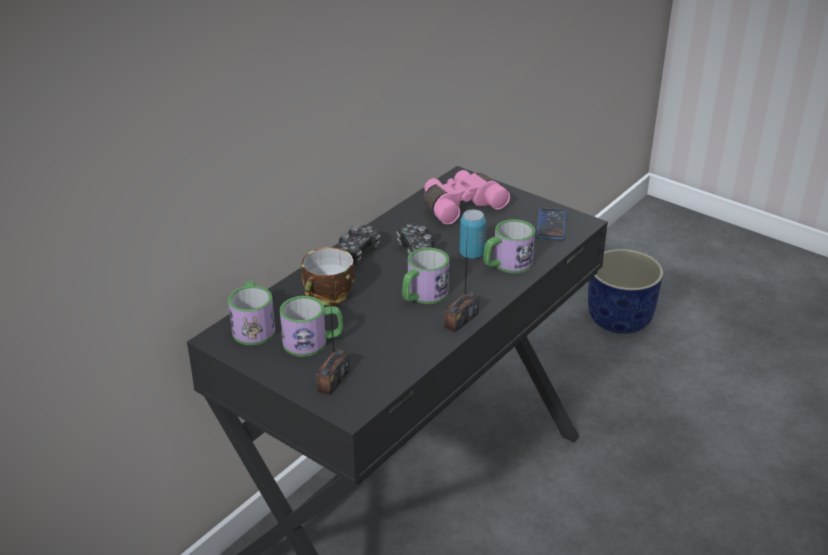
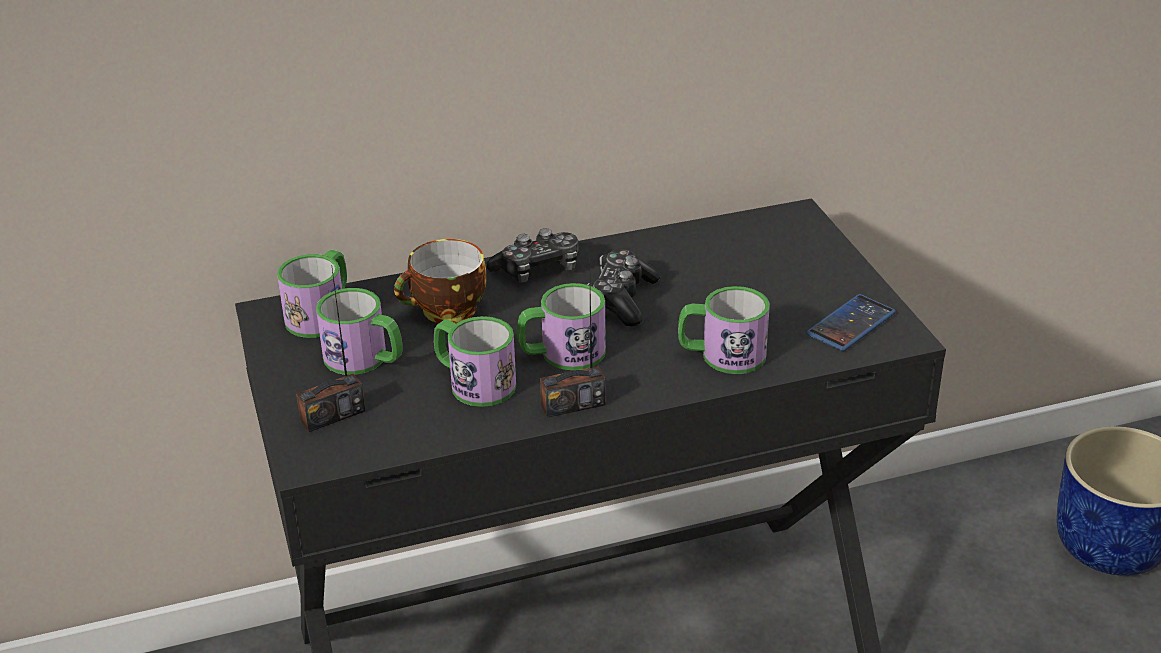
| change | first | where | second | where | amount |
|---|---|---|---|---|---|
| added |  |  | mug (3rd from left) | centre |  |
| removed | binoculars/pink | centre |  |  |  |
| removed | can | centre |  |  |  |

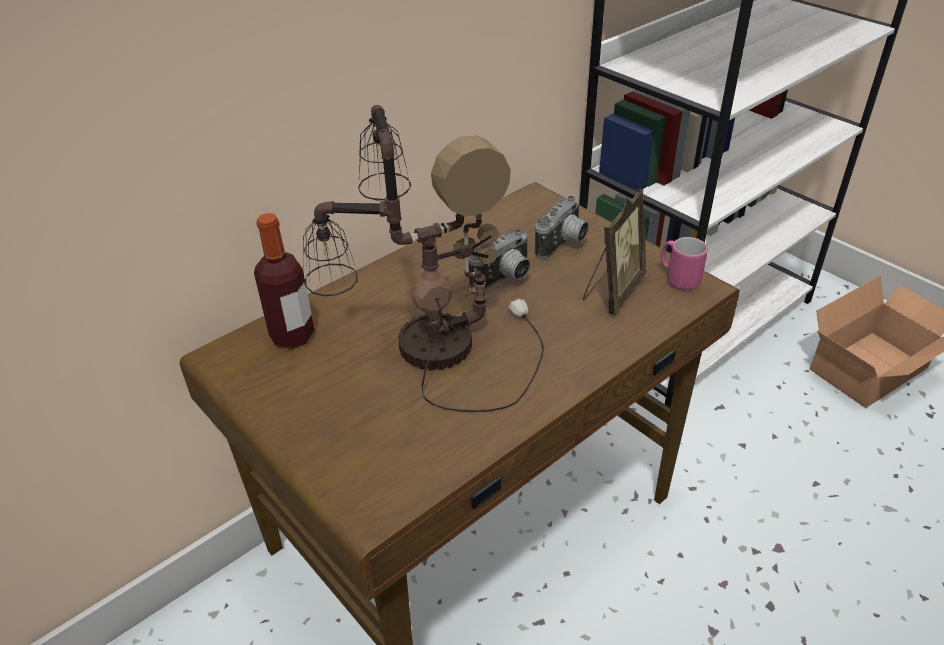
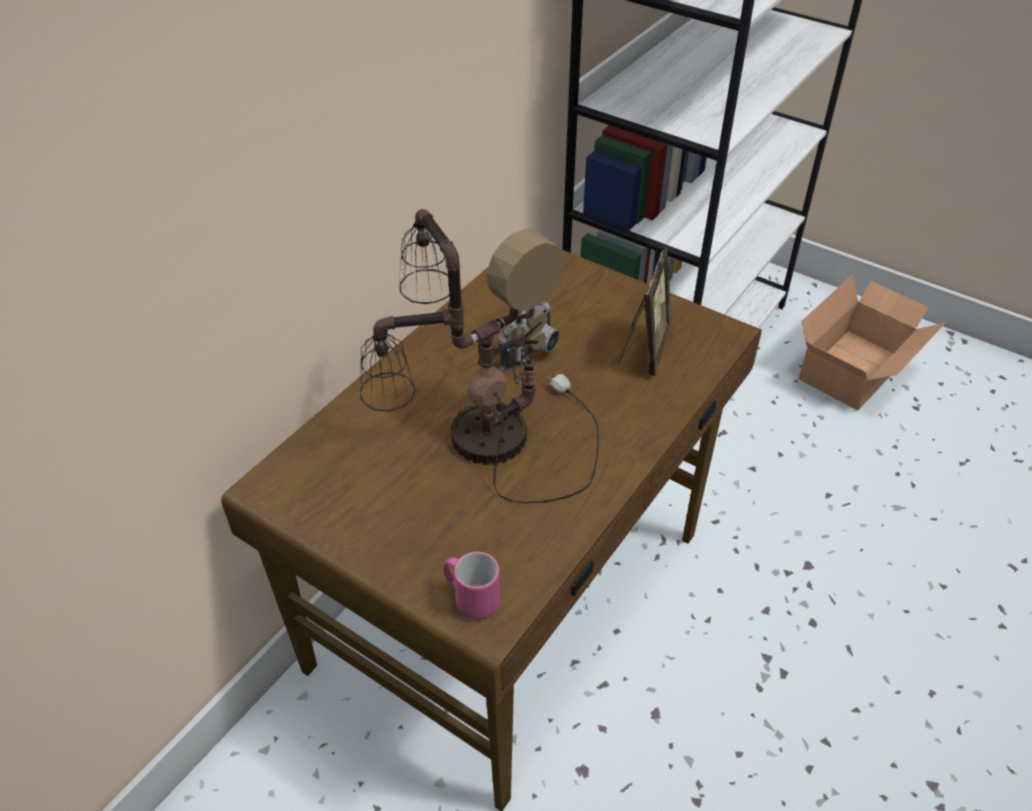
| change | first | where | second | where | amount |
|---|---|---|---|---|---|
| moved | mug/pink | middle right |  | bottom centre |  |
| removed | bottle | middle left |  |  |  |
| removed | photo camera (2nd from left) | centre |  |  |  |

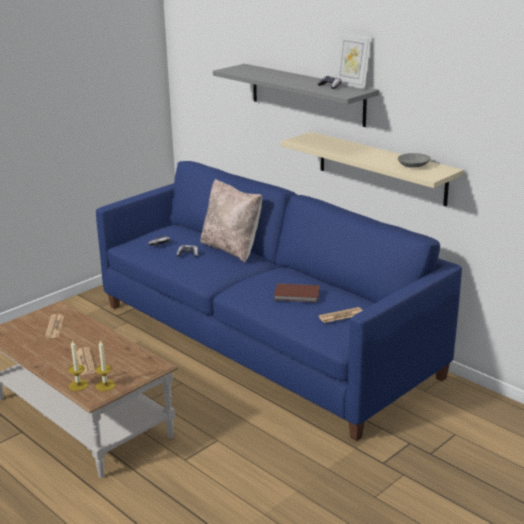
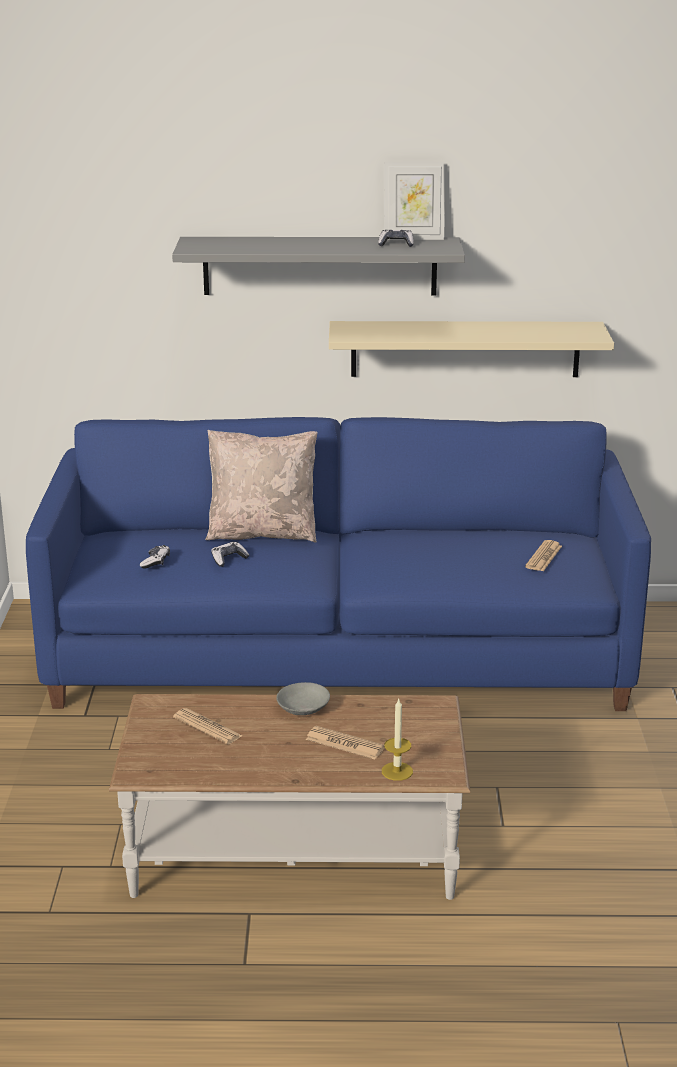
| change | first | where | second | where | amount |
|---|---|---|---|---|---|
| moved | bowl/grey | top right |  | centre |  |
| removed | candle (2nd from left) | bottom left |  |  |  |
| removed | book/brown | centre |  |  |  |

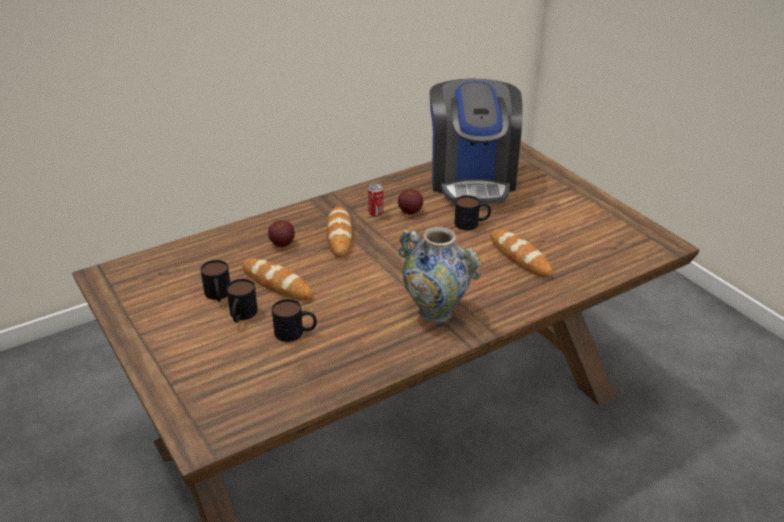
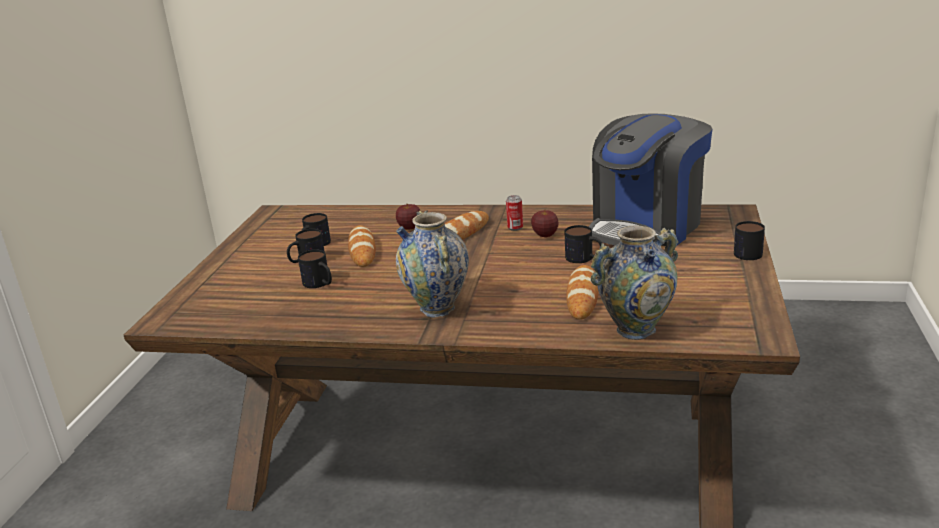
| change | first | where | second | where | amount |
|---|---|---|---|---|---|
| added |  |  | vase (2nd from left) | middle right |  |
| added |  |  | mug (5th from left) | middle right |  |

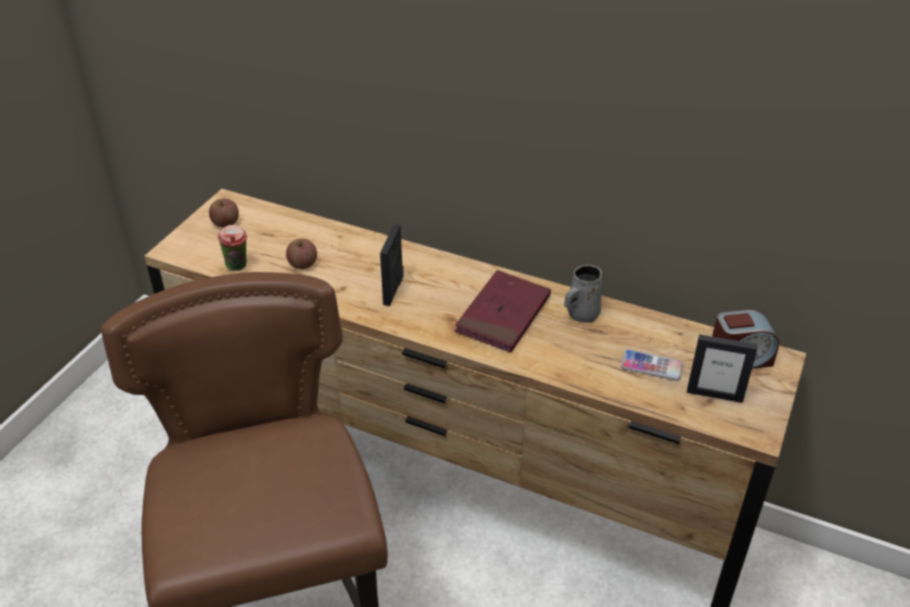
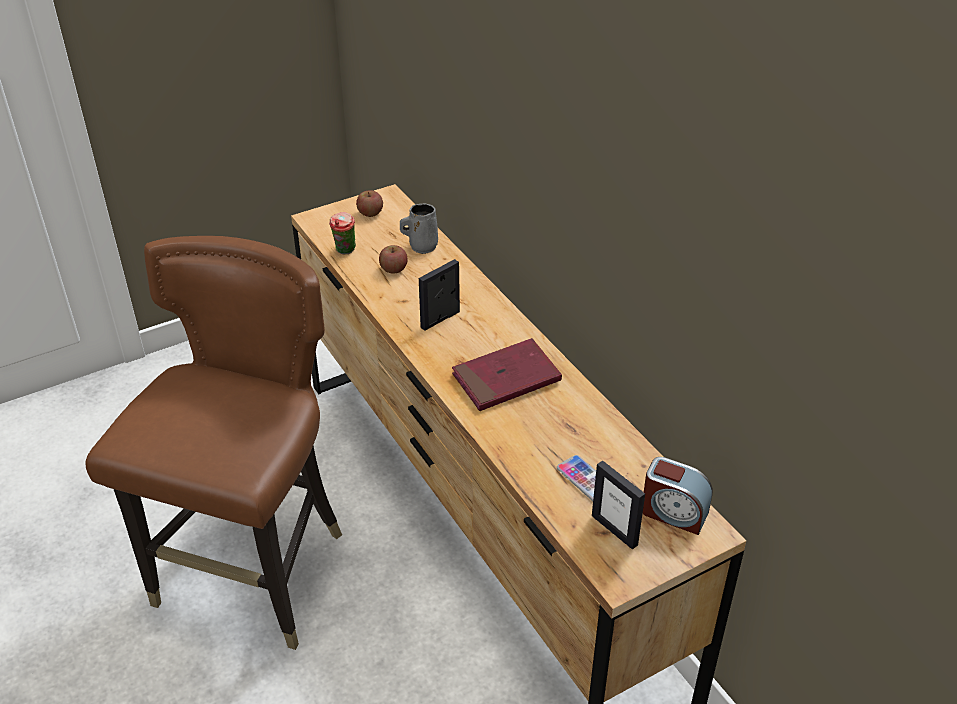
| change | first | where | second | where | amount |
|---|---|---|---|---|---|
| moved | mug/grey | centre |  | top centre |  |

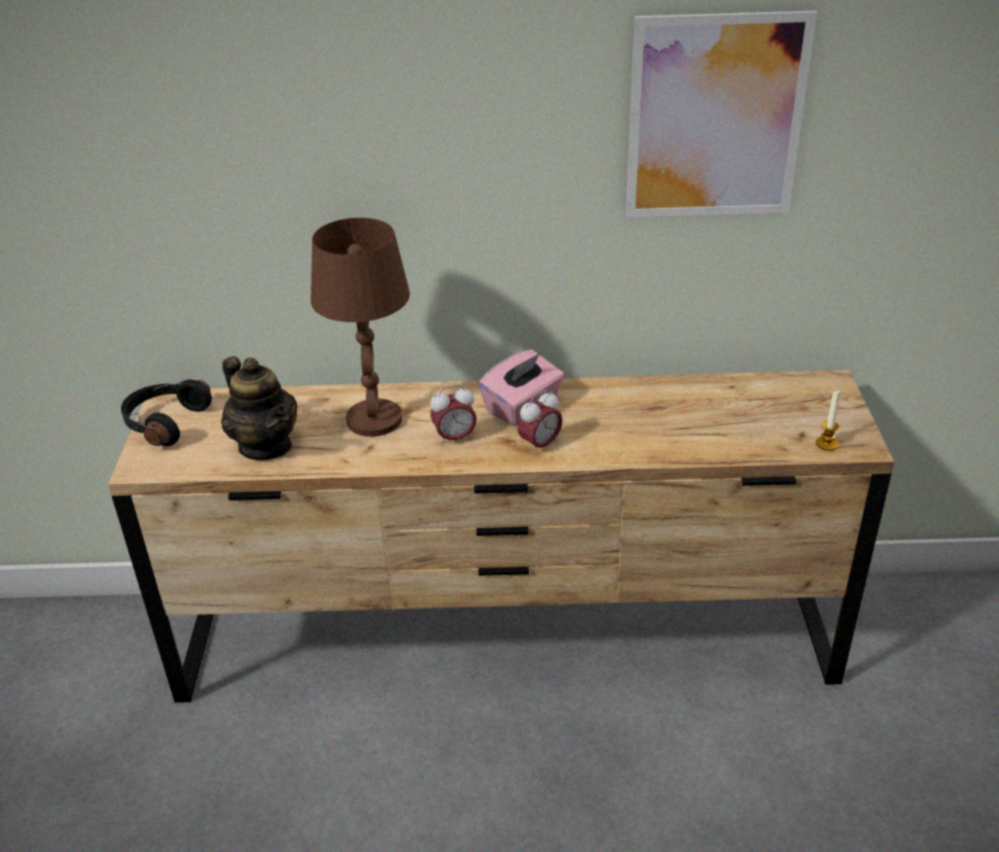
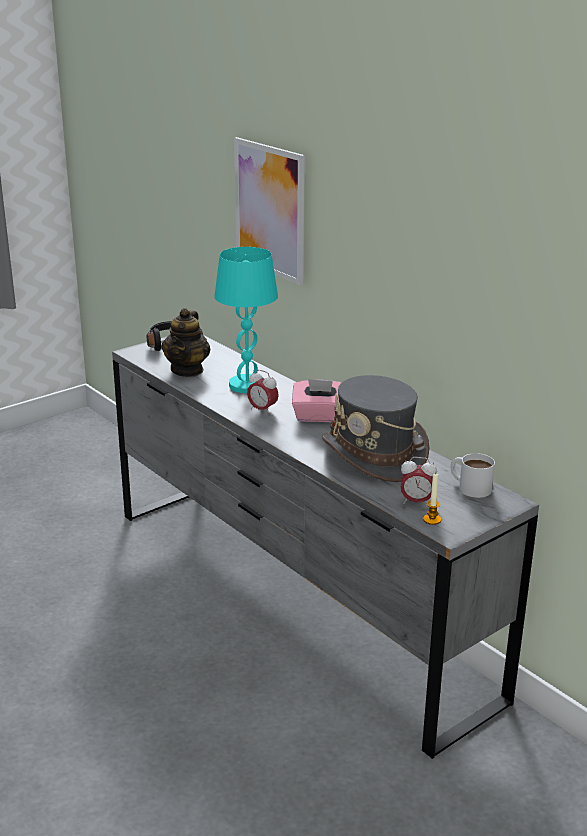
| change | first | where | second | where | amount |
|---|---|---|---|---|---|
| recoloured | dresser/brown | centre | dresser/grey | centre |  |
| recoloured | table lamp/brown | centre | table lamp/turquoise | centre |  |
| moved | picture | top right |  | top centre |  |
| added |  |  | hat/grey | centre |  |
| moved | alarm clock (2nd from left) | centre |  | middle right |  |
| added |  |  | mug/white | middle right |  |

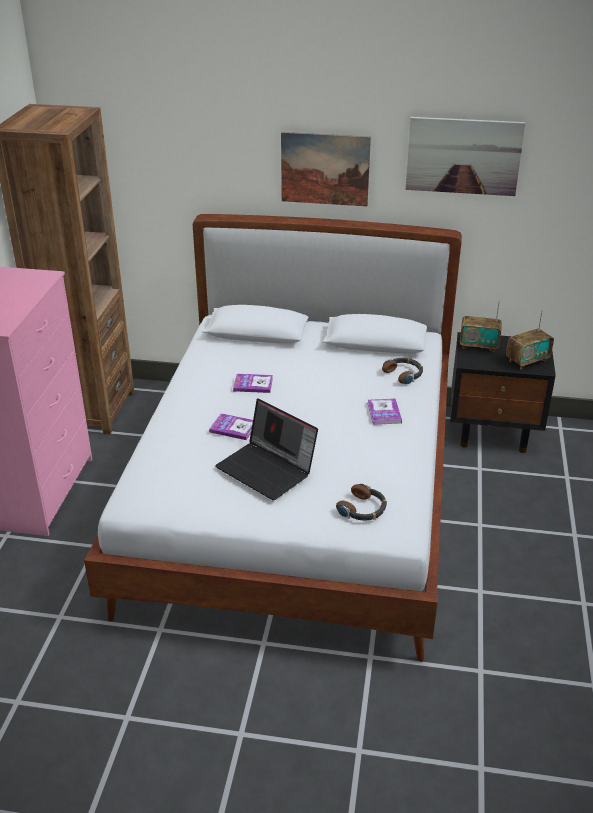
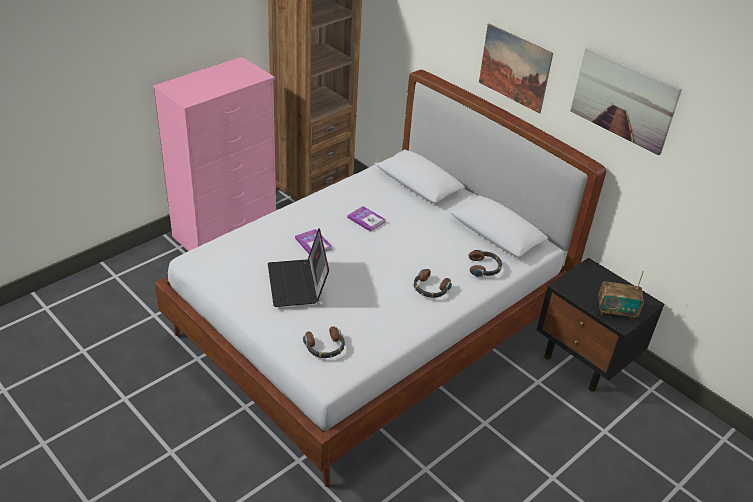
| change | first | where | second | where | amount |
|---|---|---|---|---|---|
| replaced | book (3rd from left) | centre | headphones (2nd from left) | centre |  |
| removed | radio (1st from left) | middle right |  |  |  |

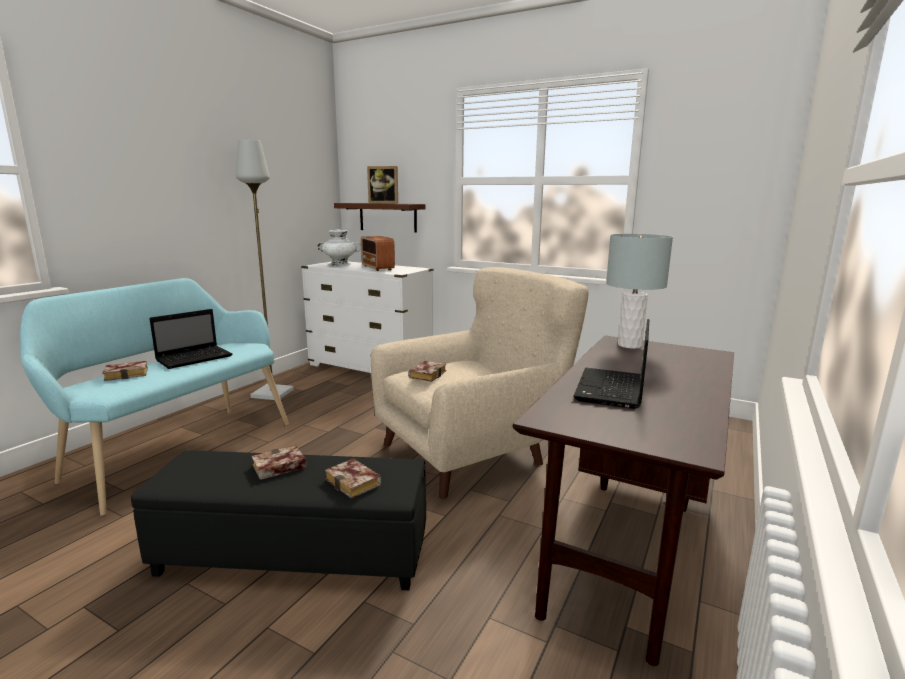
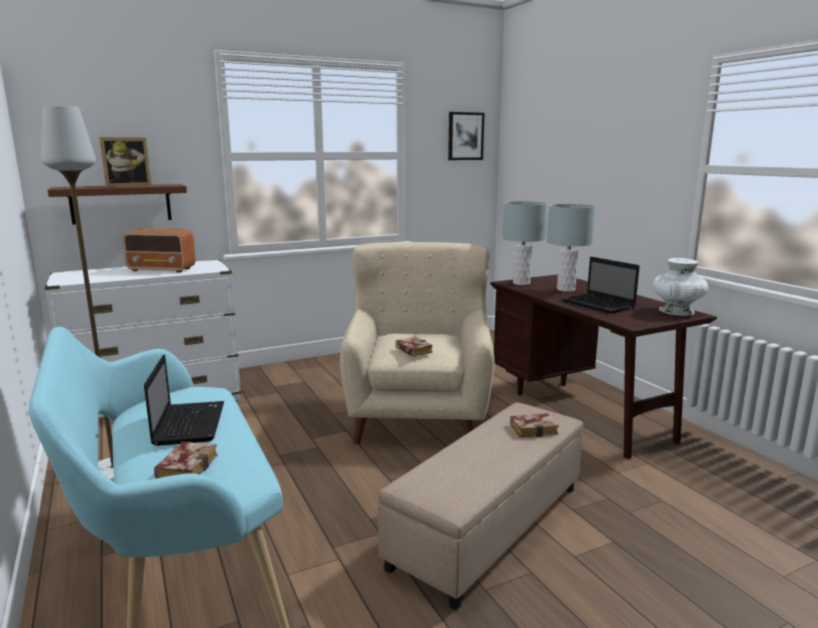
| change | first | where | second | where | amount |
|---|---|---|---|---|---|
| recoloured | ottoman/black | bottom left | ottoman/beige | bottom centre |  |
| added |  |  | picture | top centre |  |
| added |  |  | table lamp/grey (2nd from left) | middle right |  |
| moved | vase/white | centre |  | middle right |  |
| removed | book (2nd from left) | bottom left |  |  |  |

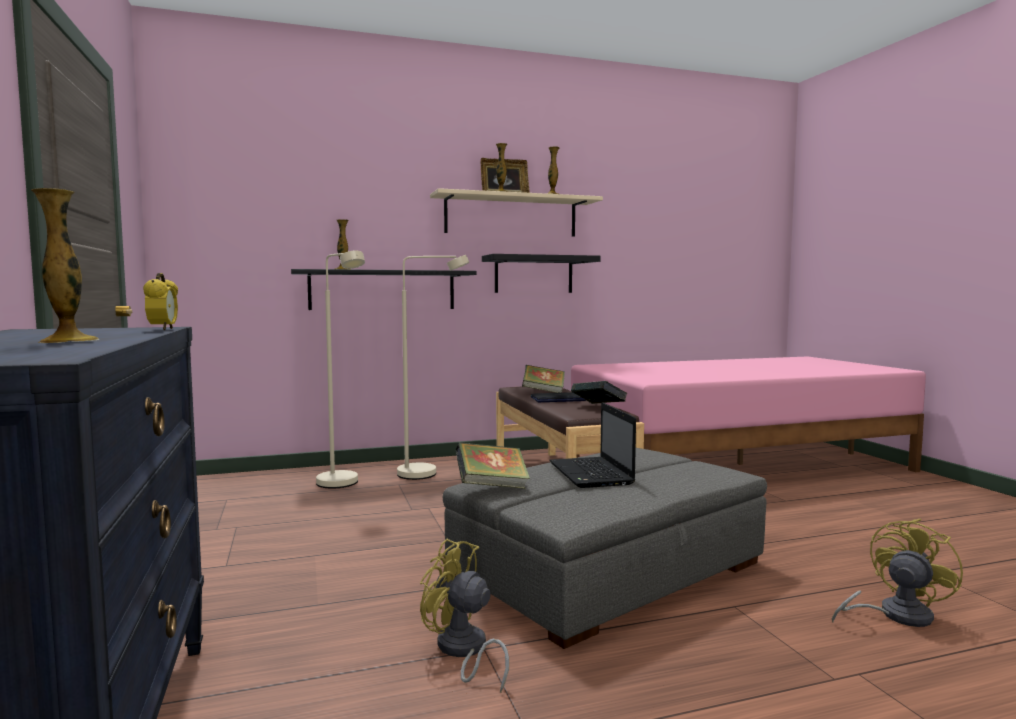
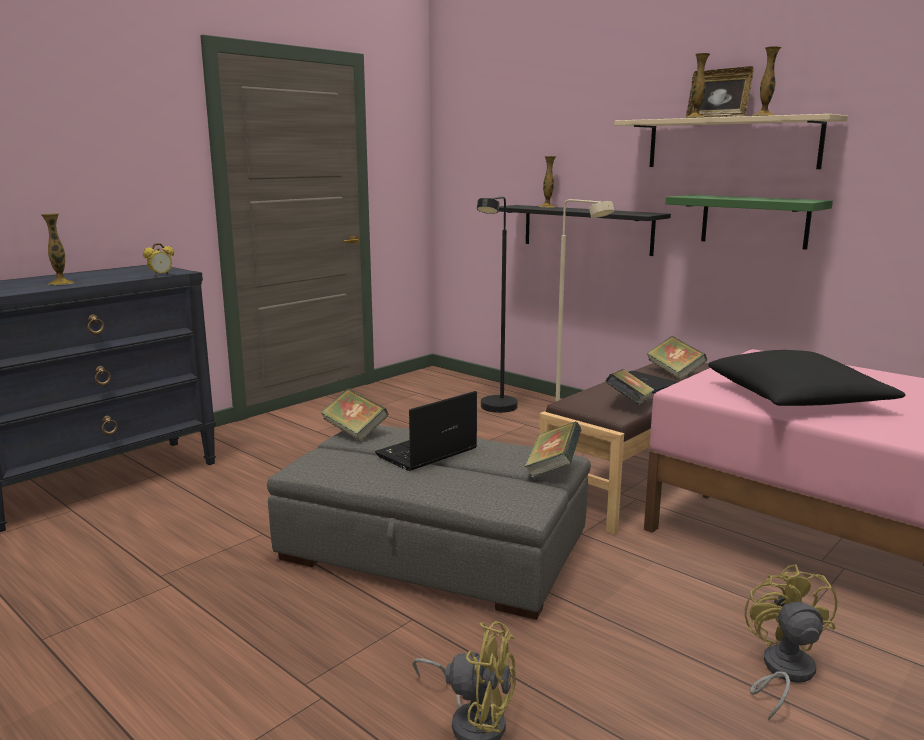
| change | first | where | second | where | amount |
|---|---|---|---|---|---|
| recoloured | floor lamp/beige (1st from left) | centre | floor lamp/black | centre |  |
| added |  |  | book (2nd from left) | centre |  |
| recoloured | shelf/black (2nd from left) | centre | shelf/green | top right |  |
| added |  |  | pillow/black | middle right |  |
| moved | fan/yellow (1st from left in the first image) | bottom centre | fan/yellow (2nd from left) | bottom right |  |

